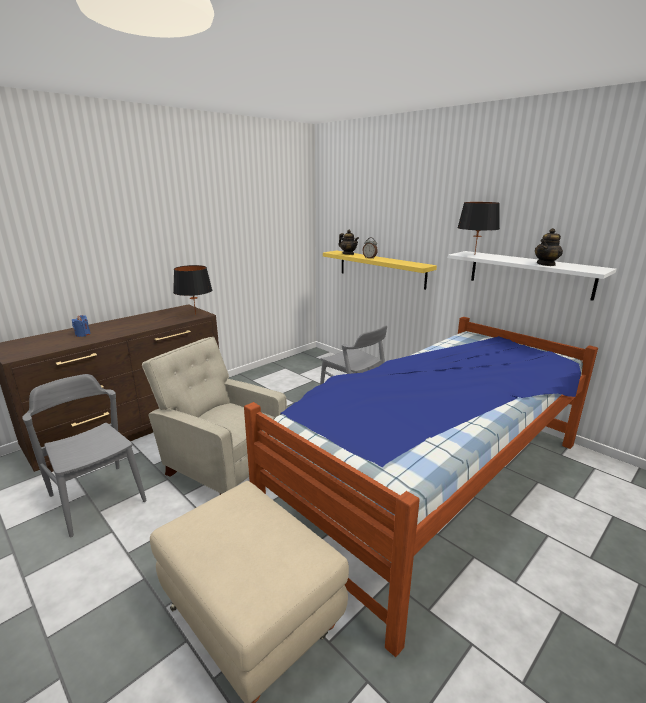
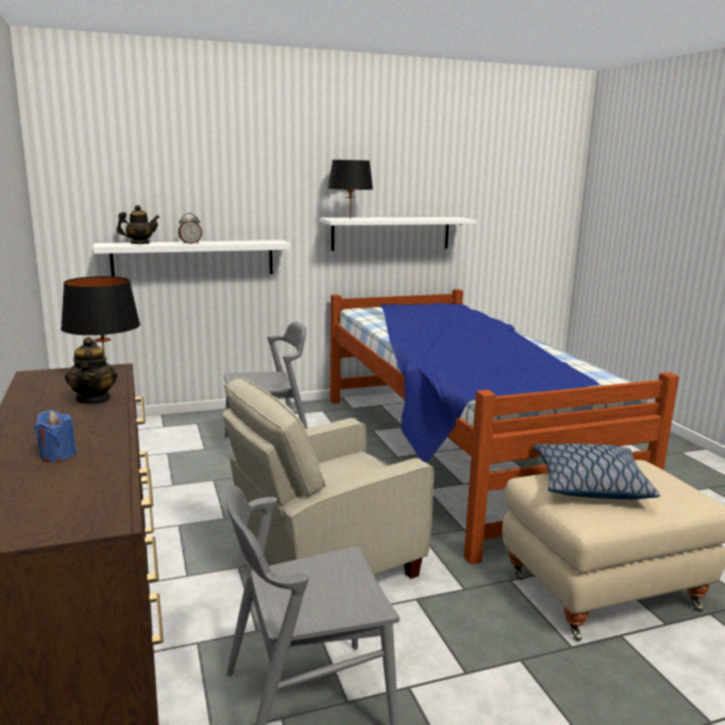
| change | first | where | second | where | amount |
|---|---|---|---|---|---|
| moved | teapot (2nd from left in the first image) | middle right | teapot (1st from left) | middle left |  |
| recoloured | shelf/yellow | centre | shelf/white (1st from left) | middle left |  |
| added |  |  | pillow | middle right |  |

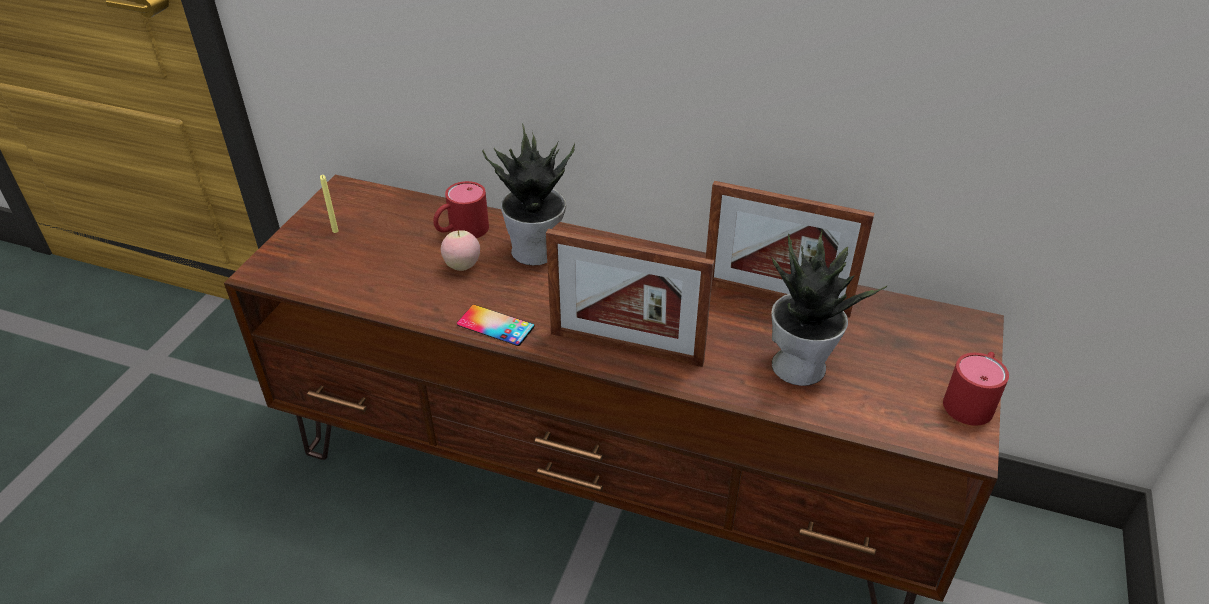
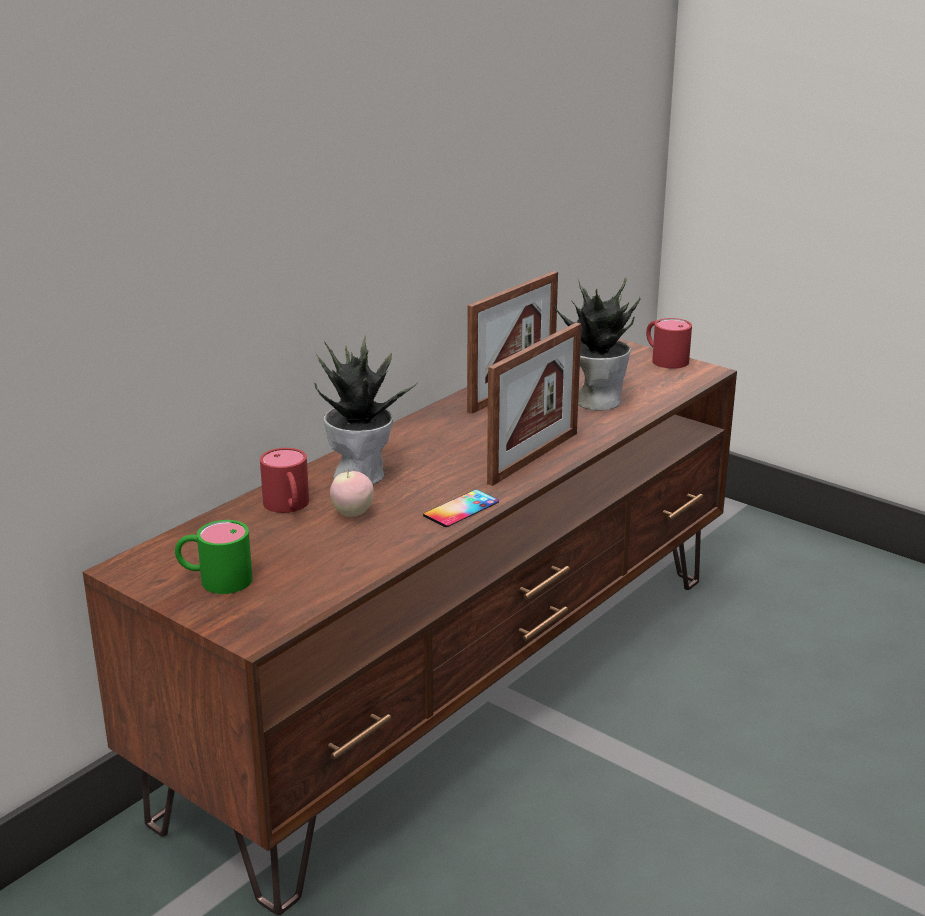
| change | first | where | second | where | amount |
|---|---|---|---|---|---|
| replaced | candle/yellow | middle left | mug/green | middle left |  |

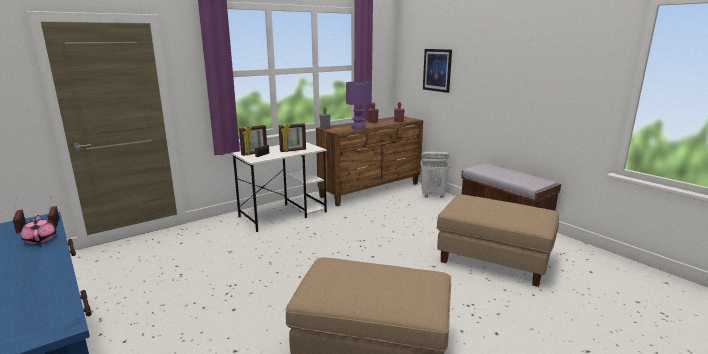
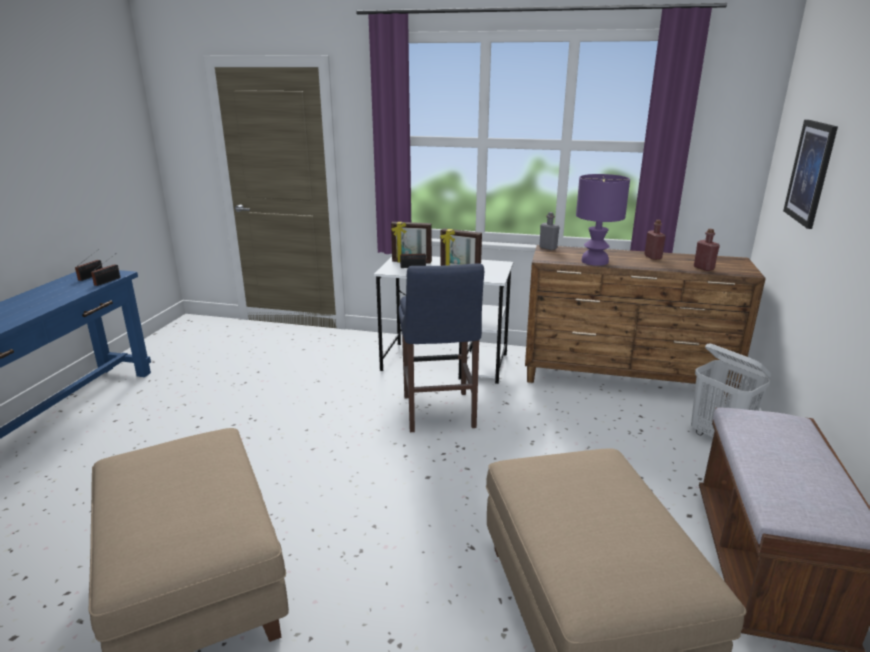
| change | first | where | second | where | amount |
|---|---|---|---|---|---|
| added |  |  | stool/blue | centre |  |
| removed | teapot/pink | middle left |  |  |  |

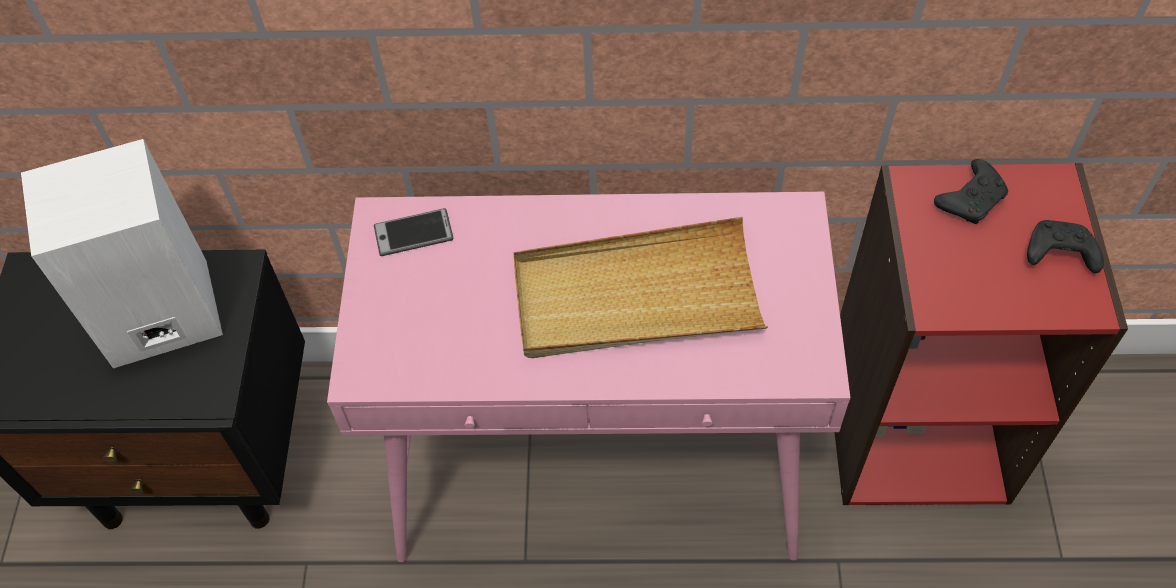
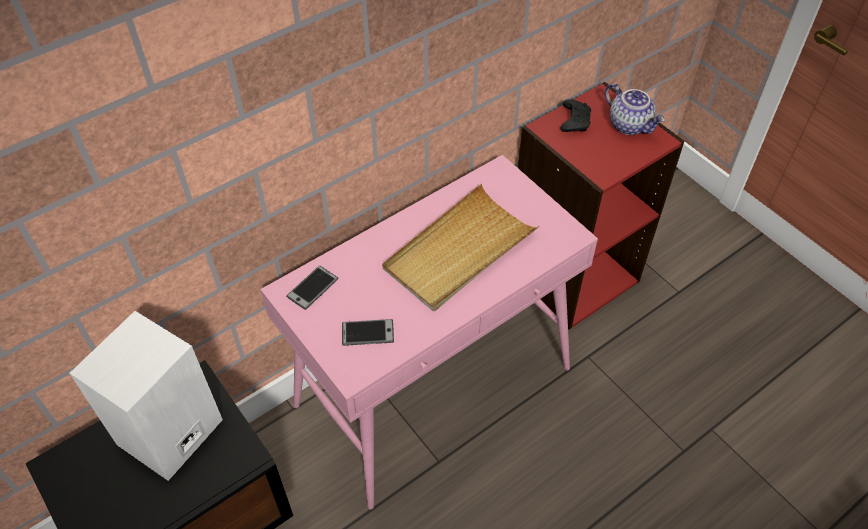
| change | first | where | second | where | amount |
|---|---|---|---|---|---|
| added |  |  | phone (2nd from left) | centre |  |
| replaced | game controller/black (2nd from left) | middle right | teapot | top right |  |

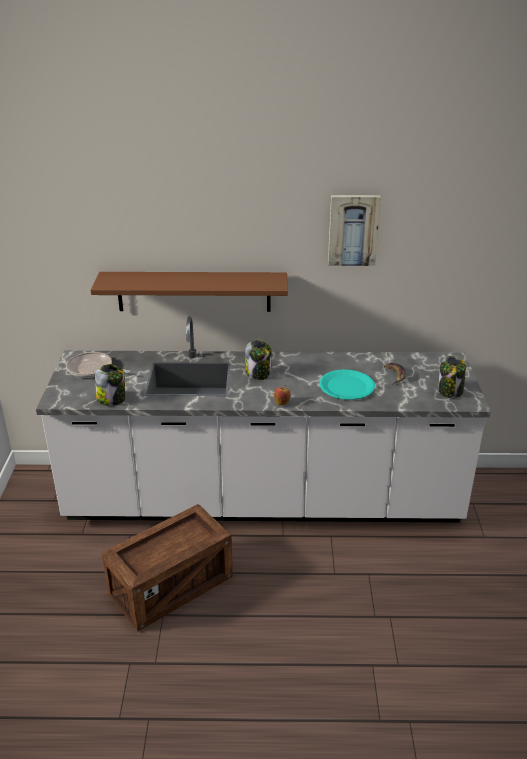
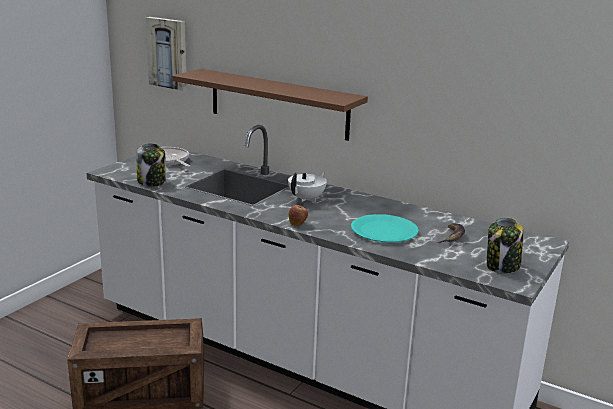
| change | first | where | second | where | amount |
|---|---|---|---|---|---|
| moved | picture | top right |  | top left |  |
| replaced | jar (2nd from left) | centre | teapot/white | centre |  |

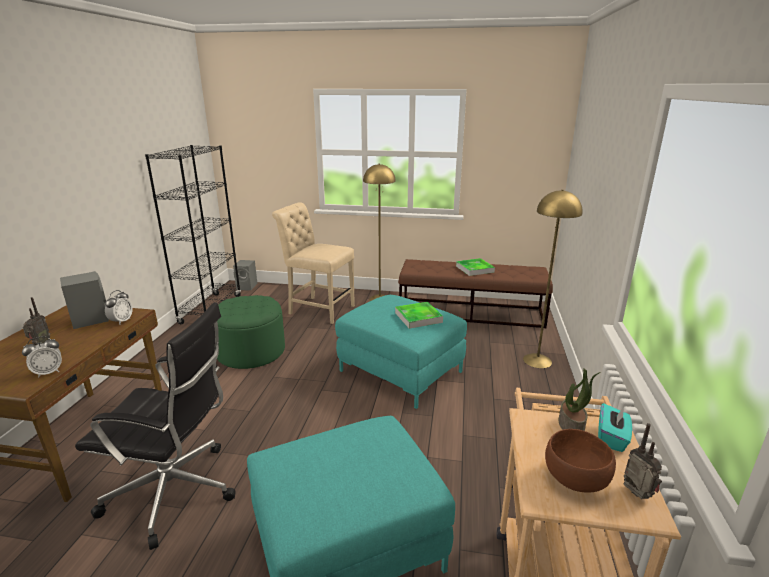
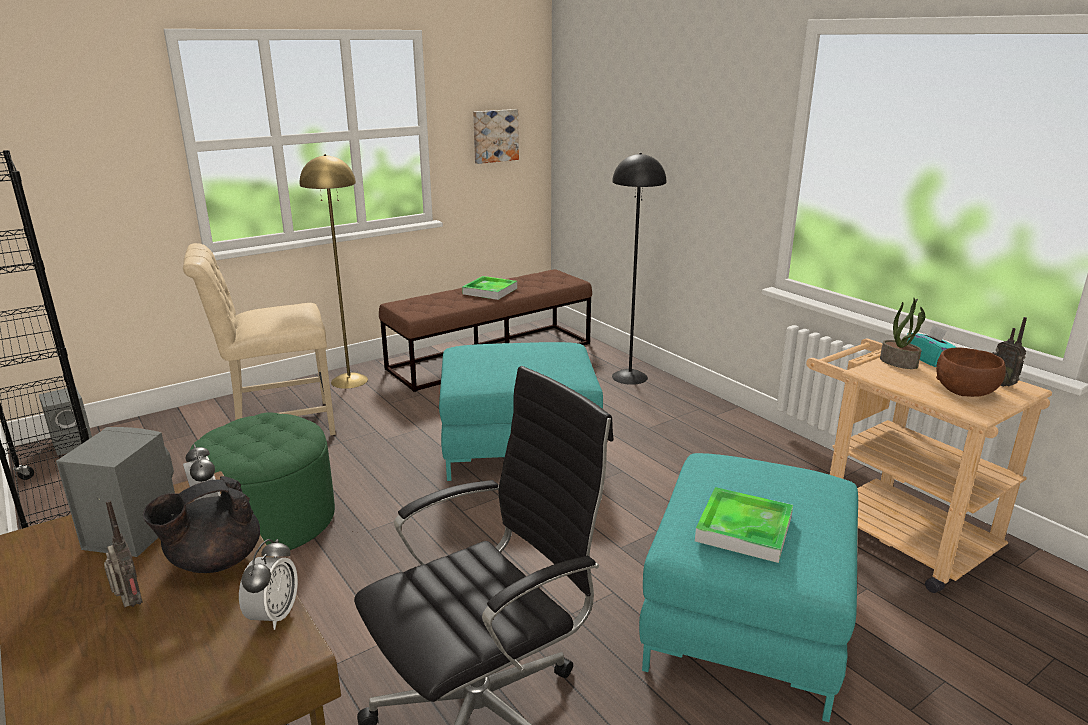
| change | first | where | second | where | amount |
|---|---|---|---|---|---|
| added |  |  | teapot/black | bottom left |  |
| added |  |  | picture | top centre |  |
| recoloured | floor lamp/yellow (2nd from left) | middle right | floor lamp/black | centre |  |
| moved | tray (1st from left in the first image) | centre | tray (2nd from left) | bottom right |  |
| turned | radio (2nd from left) | bottom right |  | middle right | 135 degrees counterclockwise |

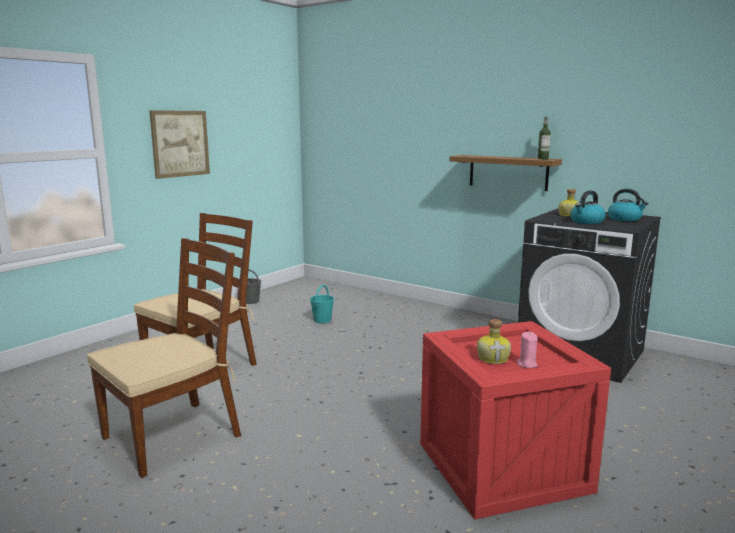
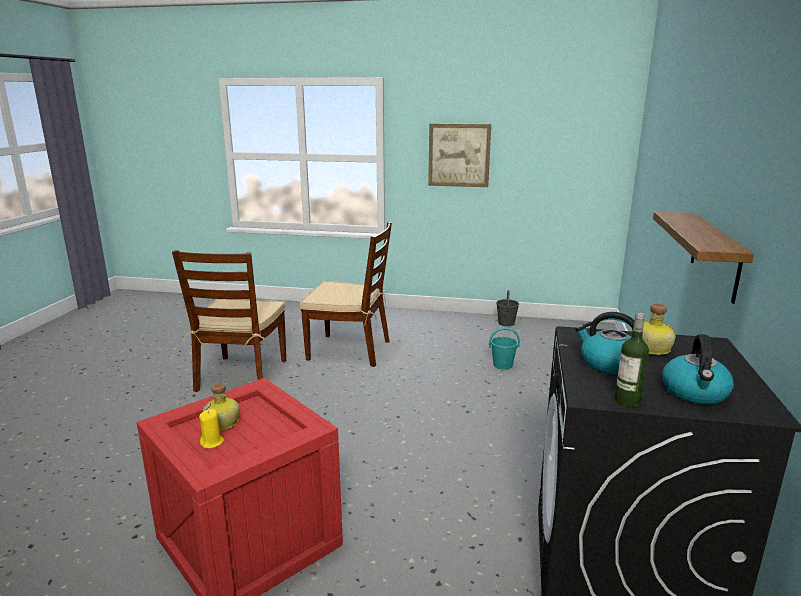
| change | first | where | second | where | amount |
|---|---|---|---|---|---|
| turned | chair/brown (1st from left) | bottom left |  | middle left | 75 degrees clockwise |
| recoloured | candle/pink | middle right | candle/yellow | bottom left |  |
| moved | bottle (2nd from left) | top right |  | middle right |  |

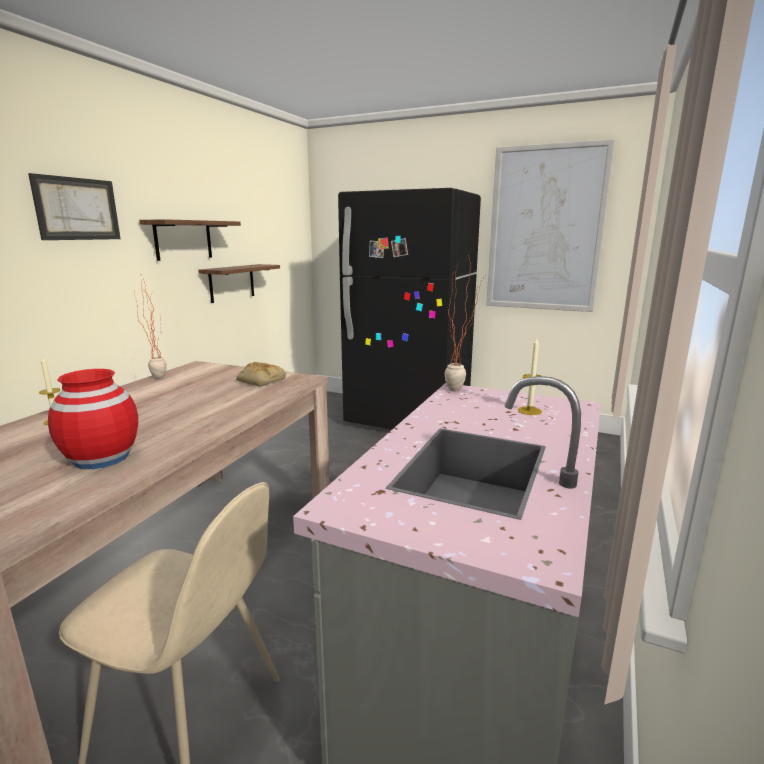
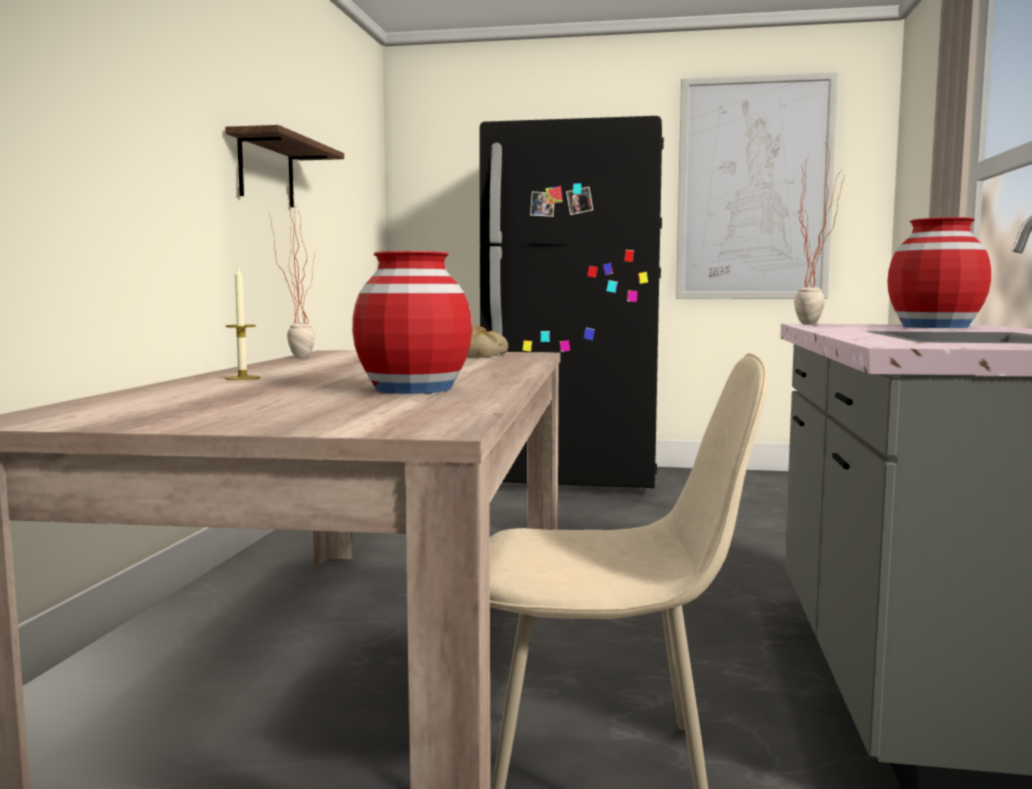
| change | first | where | second | where | amount |
|---|---|---|---|---|---|
| replaced | candle (2nd from left) | middle right | vase/red (2nd from left) | middle right |  |
| removed | picture (1st from left) | top left |  |  |  |
| removed | shelf (2nd from left) | middle left |  |  |  |

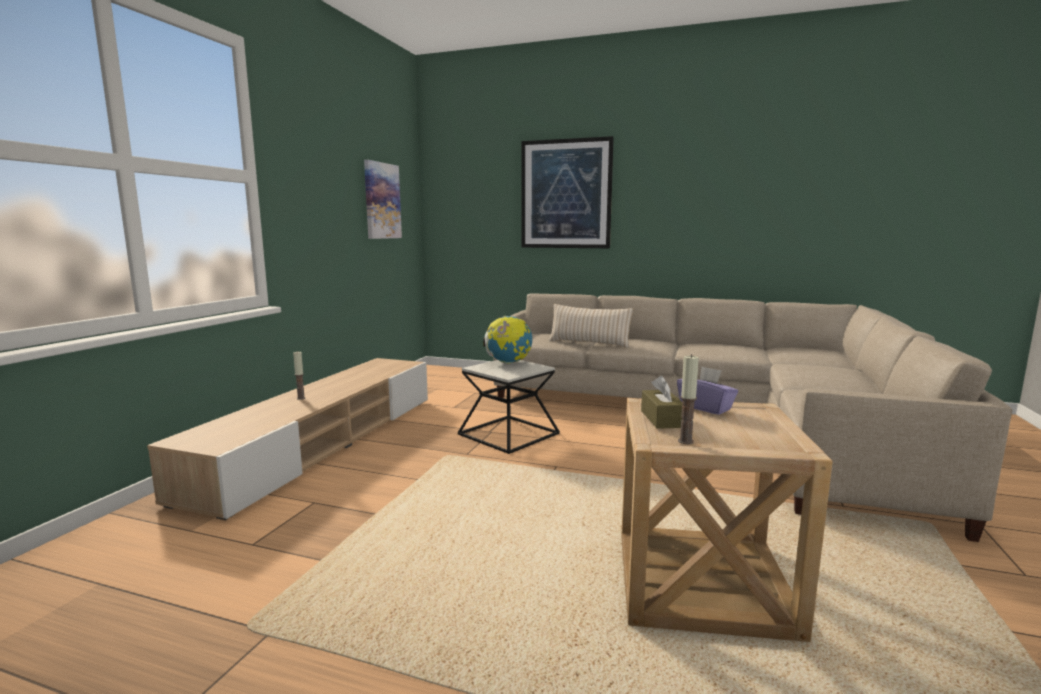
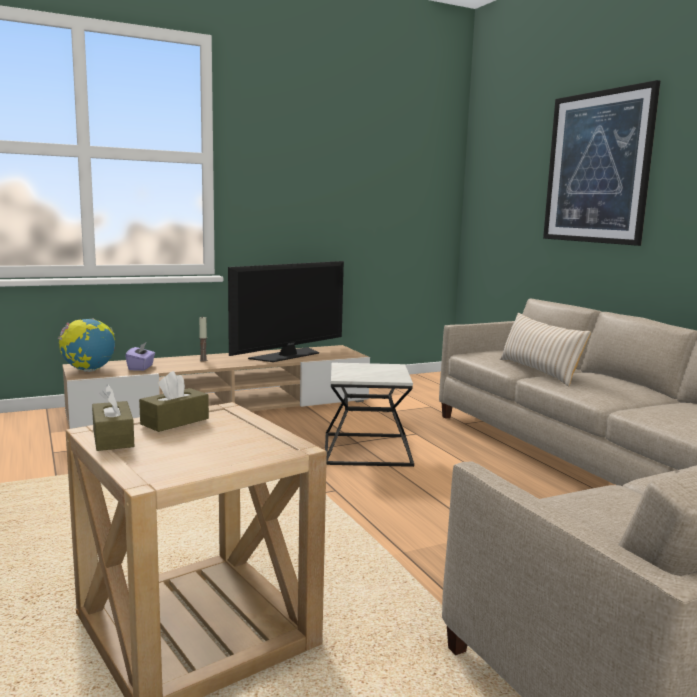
| change | first | where | second | where | amount |
|---|---|---|---|---|---|
| moved | globe | centre |  | middle left |  |
| replaced | candle (2nd from left) | centre | tissue box/brown (1st from left) | middle left |  |
| moved | tissue box/purple | middle right |  | middle left |  |
| added |  |  | television | centre |  |
| removed | picture (1st from left) | top centre |  |  |  |

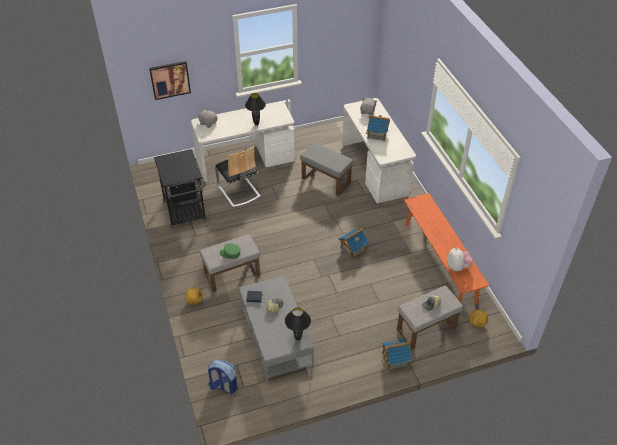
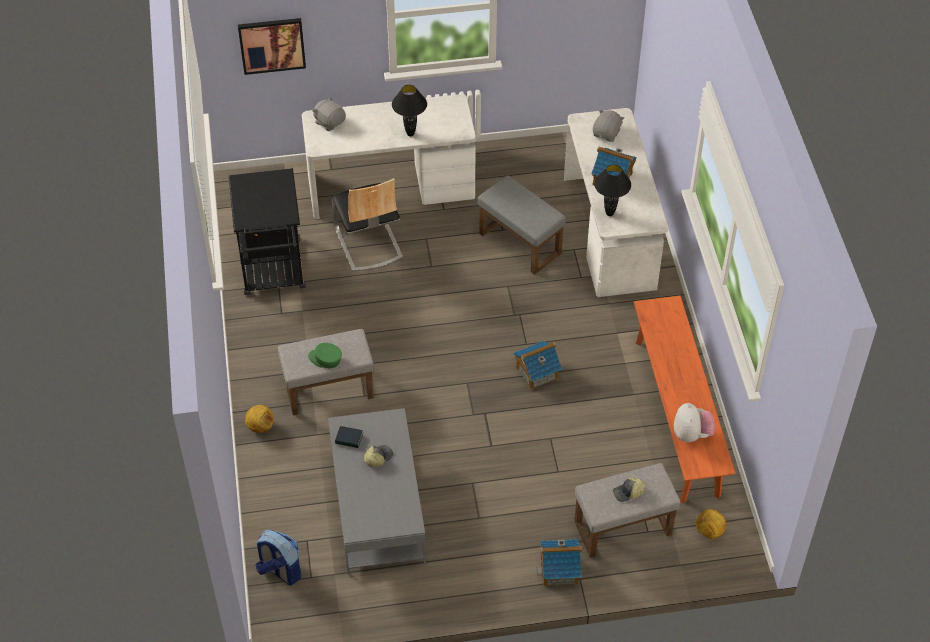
| change | first | where | second | where | amount |
|---|---|---|---|---|---|
| moved | table lamp/black (2nd from left) | bottom centre |  | top centre |  |

